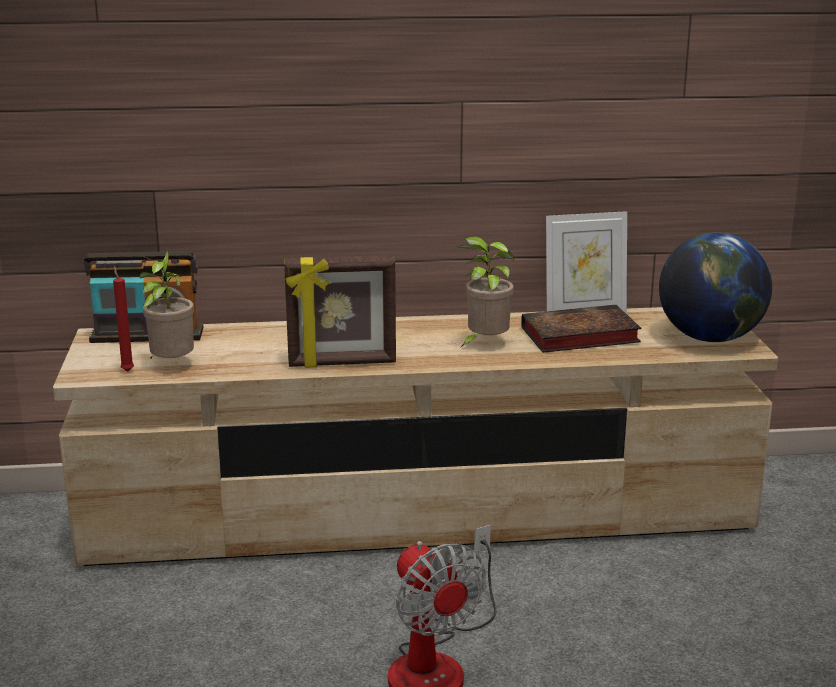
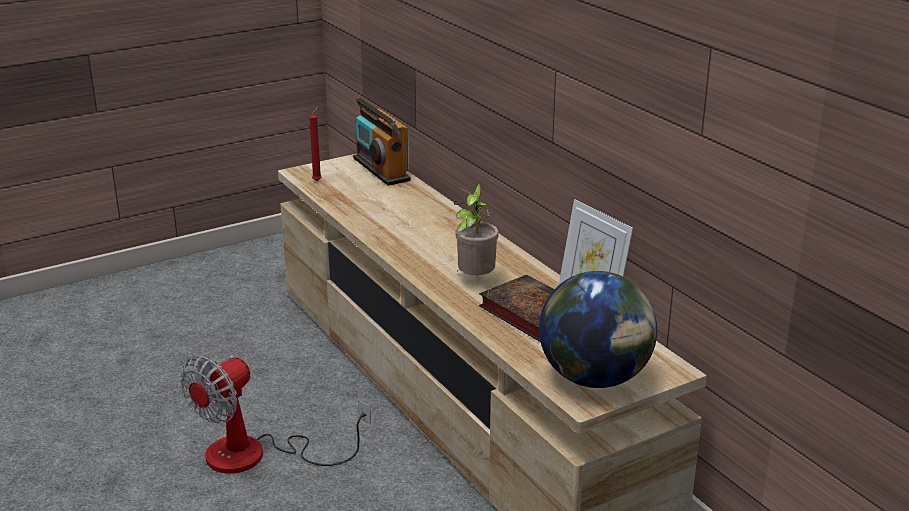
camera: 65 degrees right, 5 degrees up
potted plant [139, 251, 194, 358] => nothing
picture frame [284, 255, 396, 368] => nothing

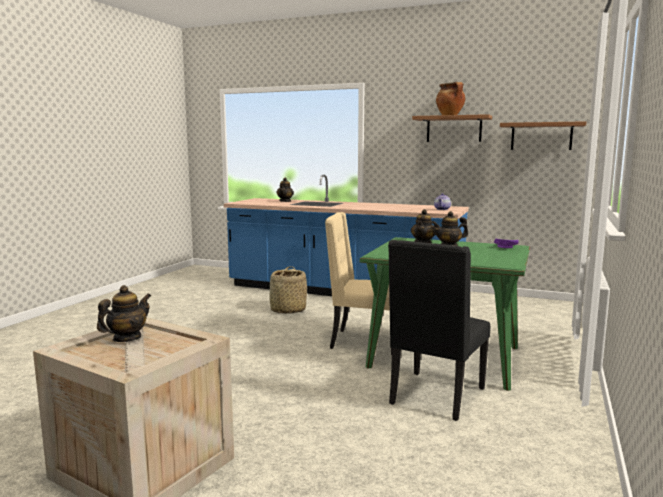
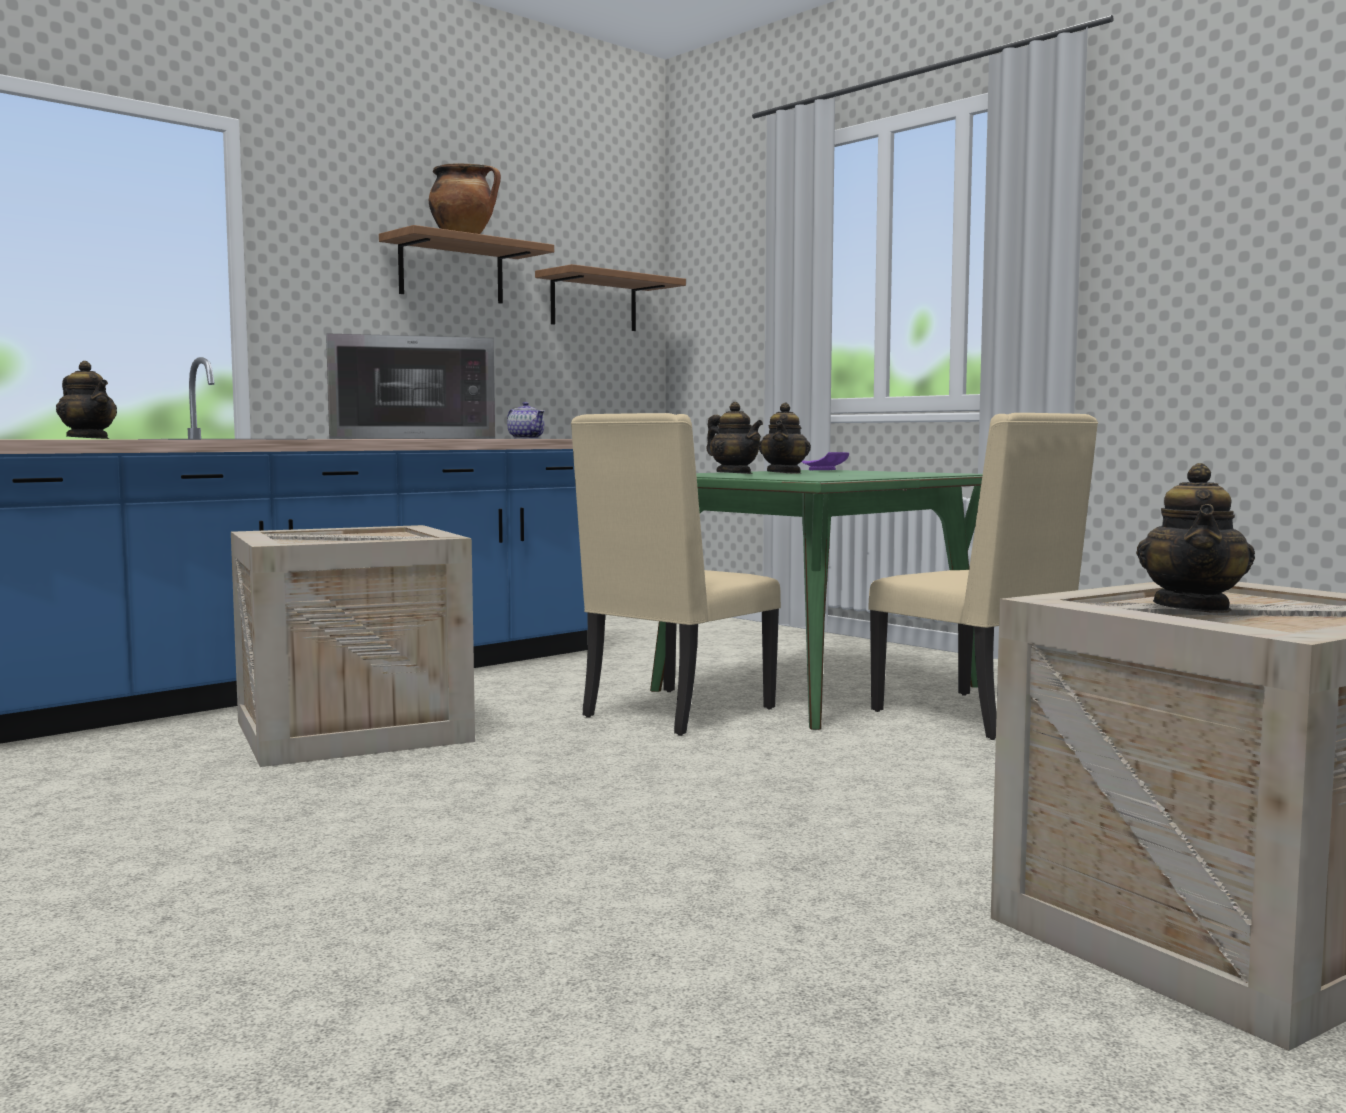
camera: 65 degrees left, 5 degrees down
teapot [97, 285, 151, 342] => teapot [1136, 463, 1255, 613], 135 degrees counterclockwise
basket [270, 266, 307, 314] => crate [231, 525, 475, 767]
black chair [388, 240, 490, 421] => beige chair [868, 413, 1098, 740]
nothing => microwave [326, 333, 495, 439]

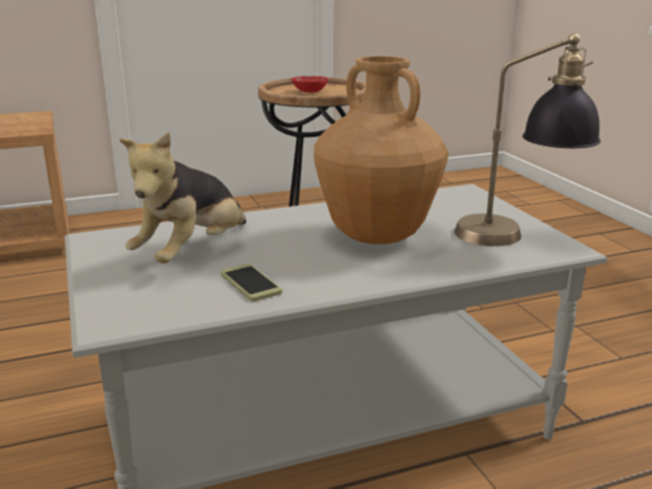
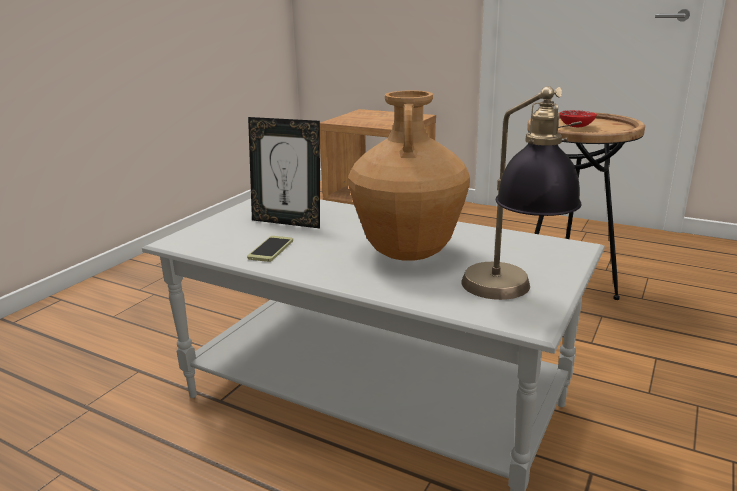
camera: 50 degrees right, 0 degrees up
plush toy [119, 132, 246, 263] => picture frame [248, 117, 320, 228]

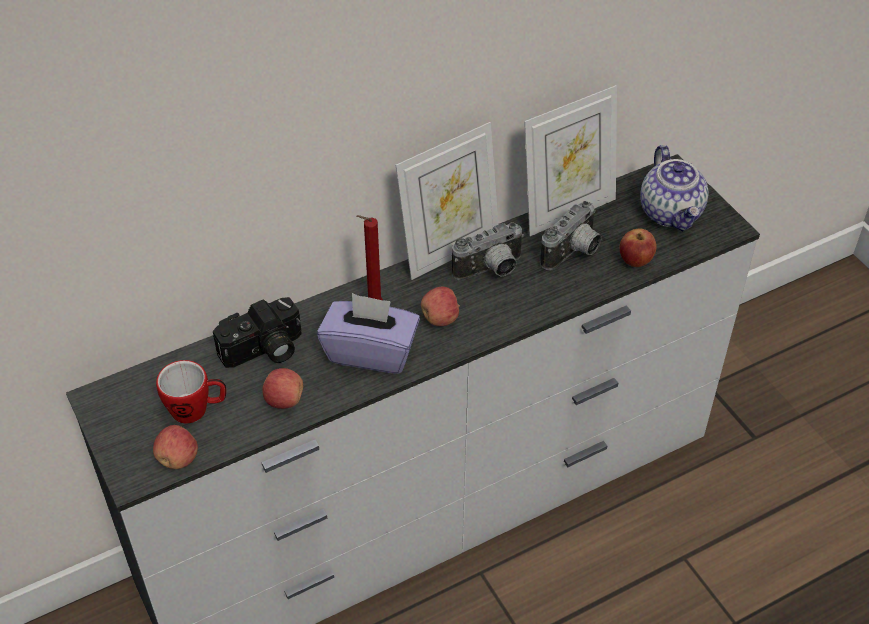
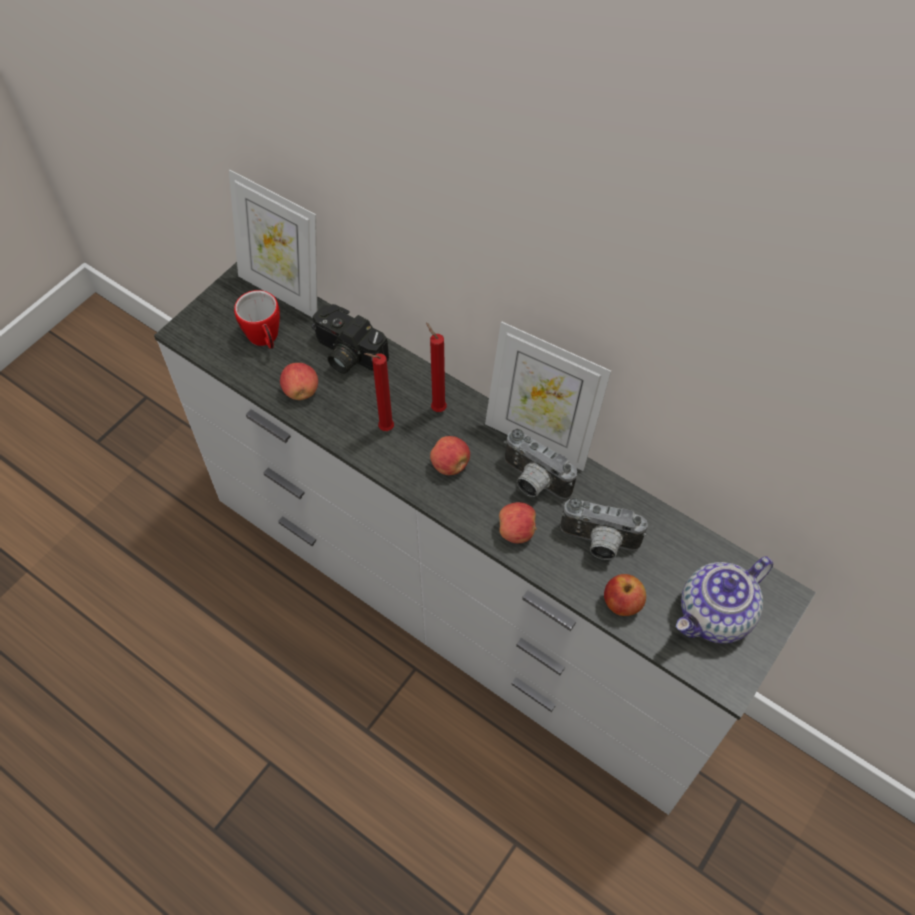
camera: 65 degrees right, 10 degrees up
apple [153, 425, 198, 469] => apple [499, 502, 537, 543], moved
purple tissue box [317, 293, 420, 374] => red candle [364, 353, 394, 431]
picture frame [524, 85, 617, 236] => picture frame [229, 170, 317, 318], moved

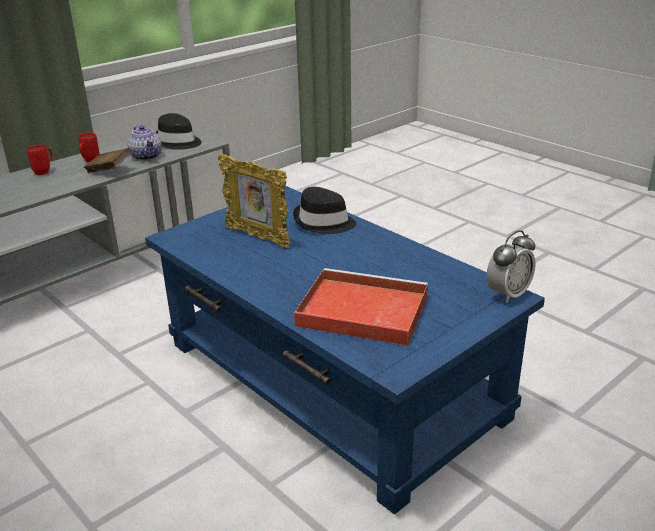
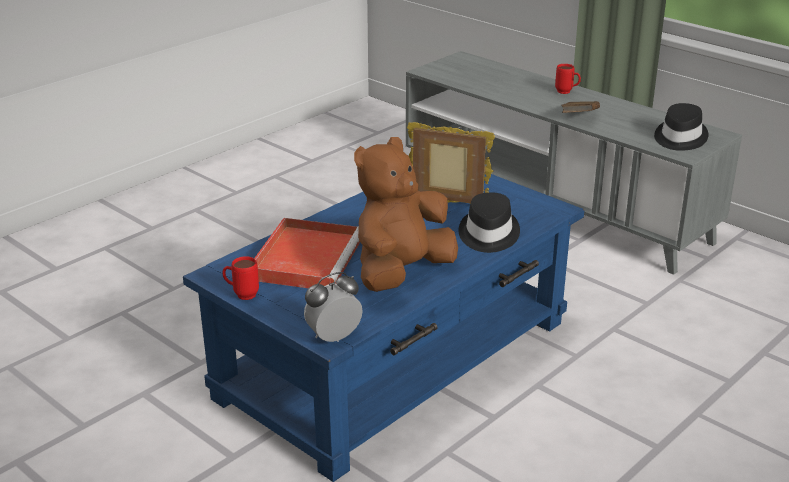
camera: 85 degrees right, 0 degrees up
red mug [78, 133, 100, 162] => red mug [222, 256, 259, 300], moved
teapot [127, 125, 162, 161] => nothing
picture frame [218, 154, 291, 248] => picture frame [407, 122, 495, 204], 75 degrees clockwise
alarm clock [487, 230, 535, 303] => alarm clock [304, 272, 363, 342], 105 degrees clockwise
nothing => brown plush toy [354, 137, 458, 292]

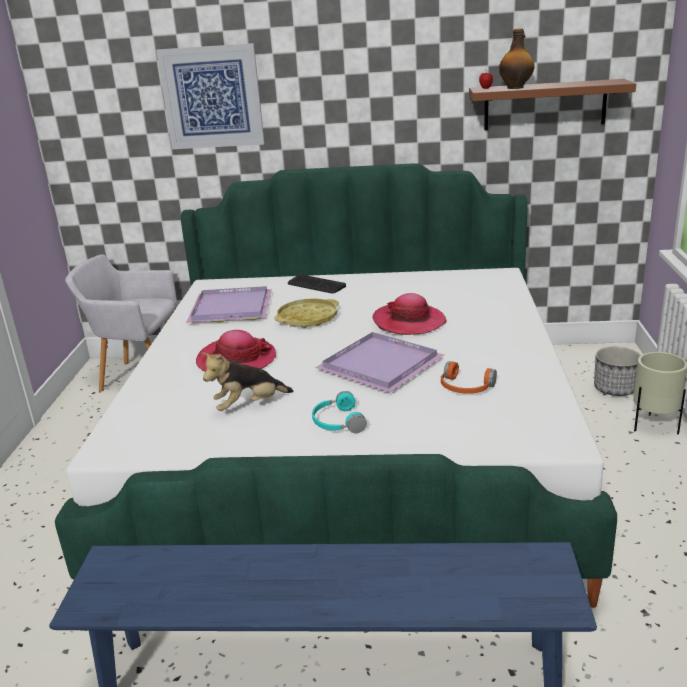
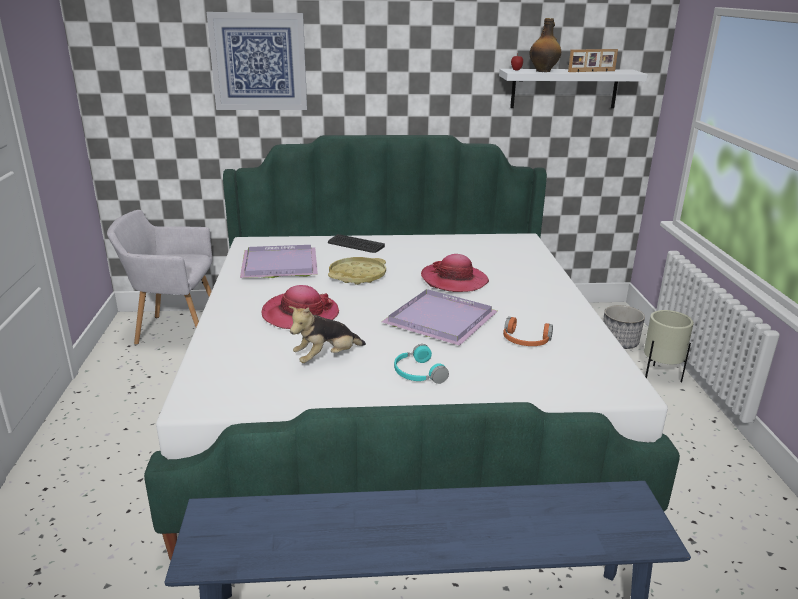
camera: 10 degrees left, 0 degrees up
brown shelf [469, 79, 636, 130] => white shelf [499, 69, 648, 108]
nothing => picture frame [568, 49, 618, 72]

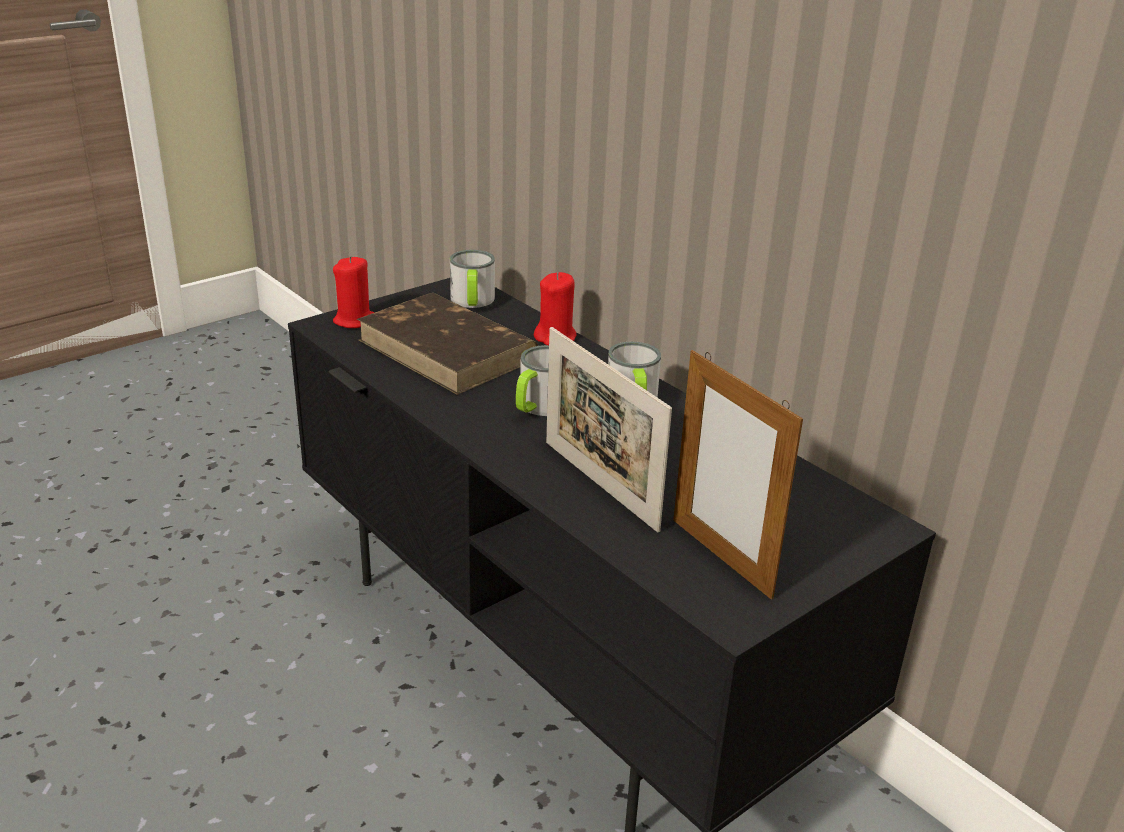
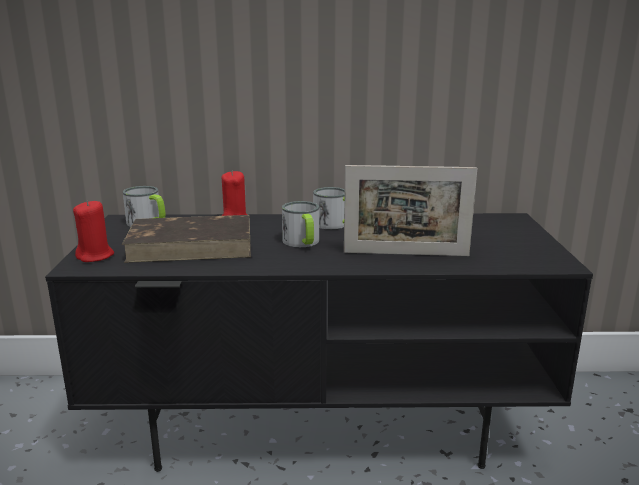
camera: 50 degrees left, 10 degrees down
picture frame [673, 350, 803, 600] => nothing

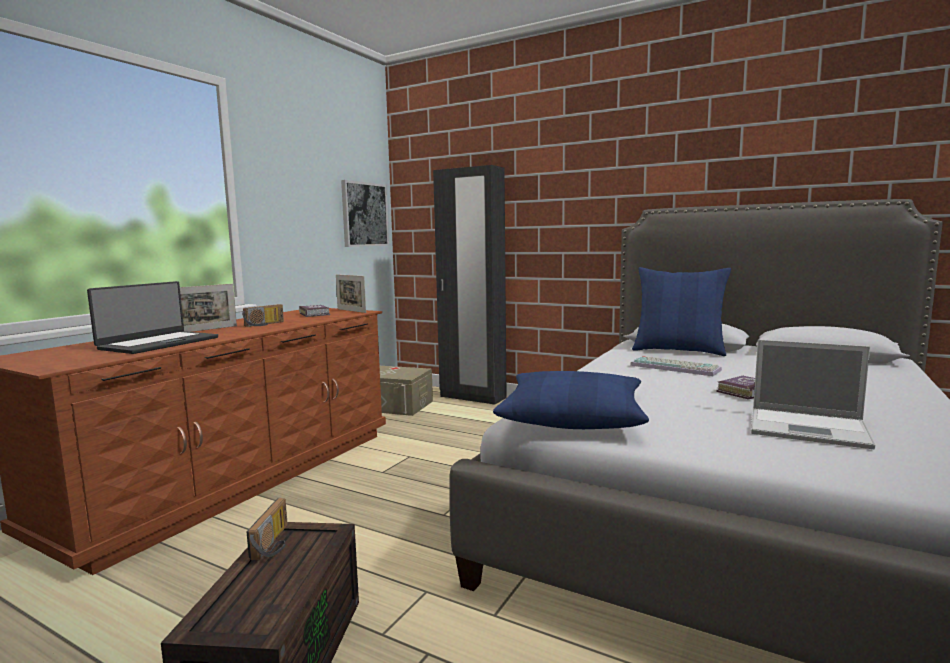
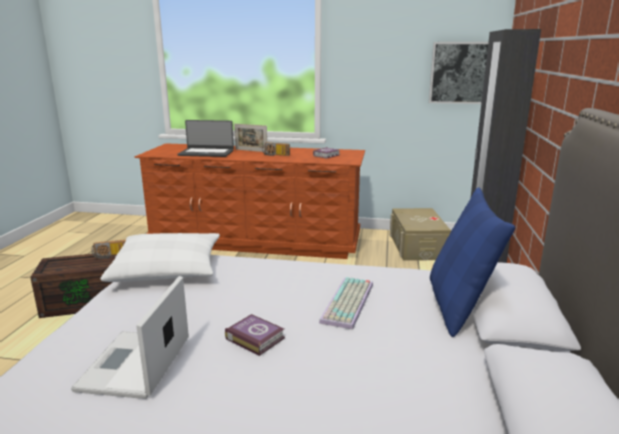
camera: 70 degrees right, 10 degrees up
picture frame [336, 274, 366, 313] => nothing
blue pillow [493, 371, 649, 429] => white pillow [101, 233, 220, 282]

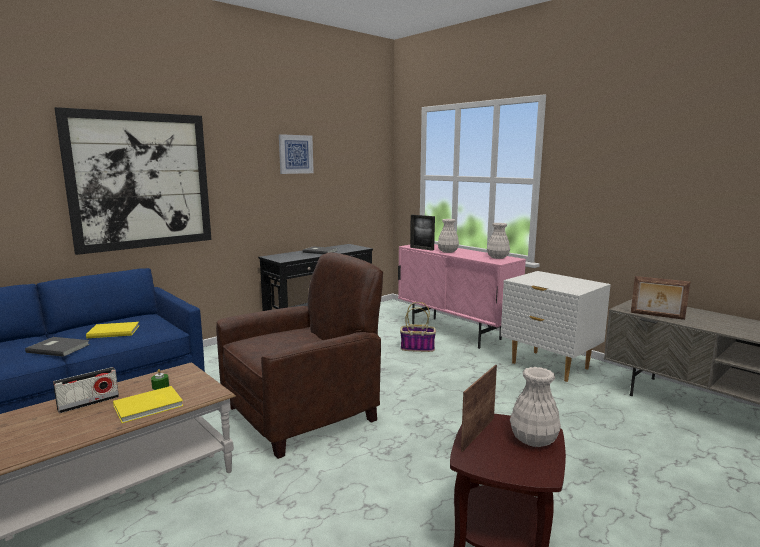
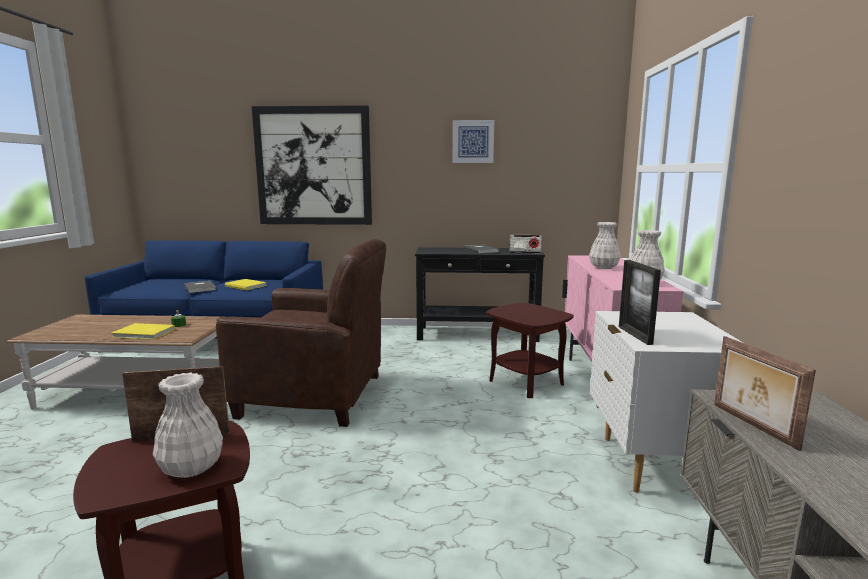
camera: 45 degrees right, 0 degrees up
radio [53, 367, 119, 413] => radio [509, 235, 542, 253], moved
basket [400, 302, 436, 352] => brown side table [486, 303, 574, 398]
picture frame [410, 215, 435, 251] => picture frame [619, 260, 661, 345], moved

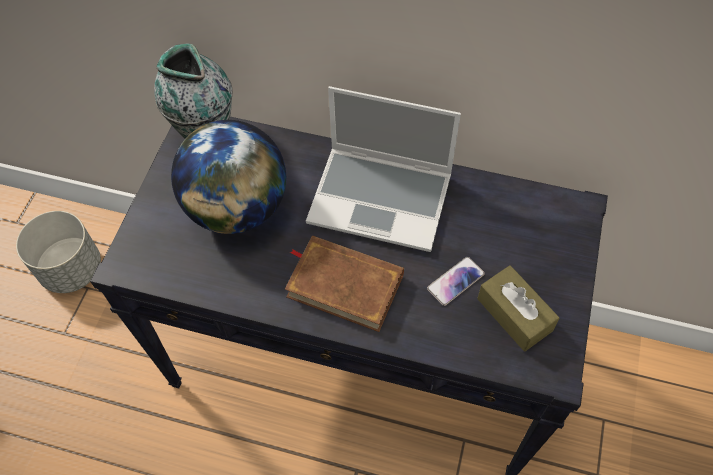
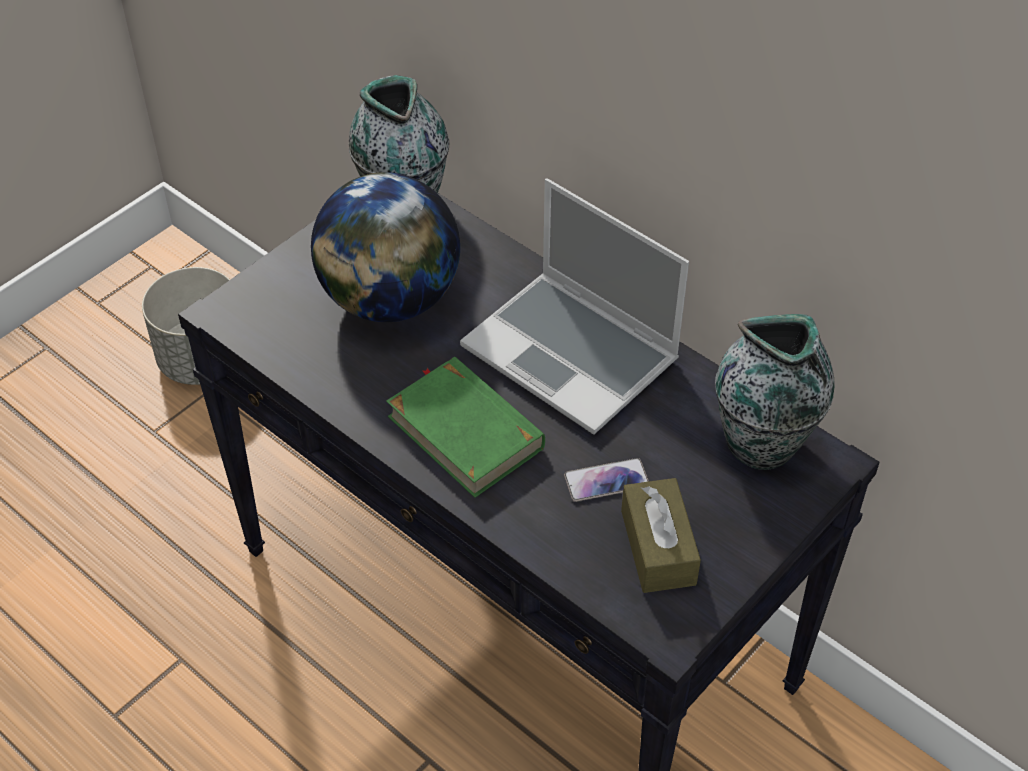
camera: 25 degrees right, 10 degrees down
brown book [285, 236, 404, 332] => green book [386, 357, 545, 498]
nothing => vase [715, 314, 834, 470]

